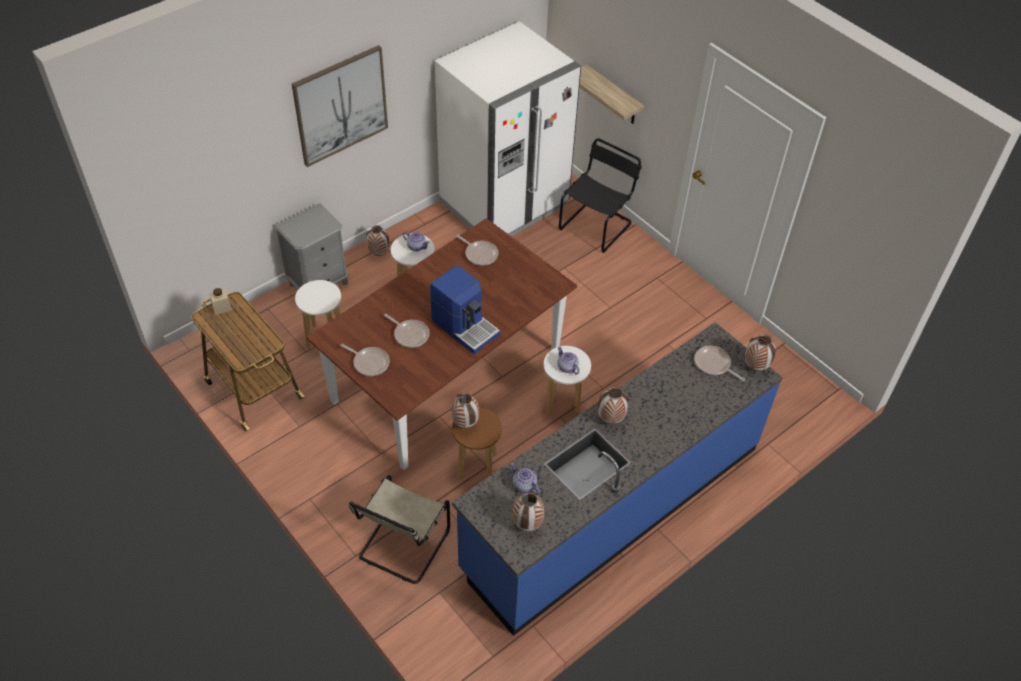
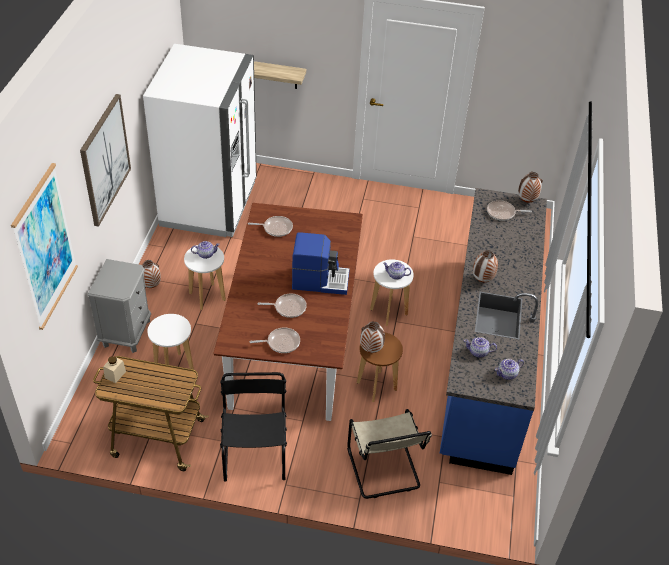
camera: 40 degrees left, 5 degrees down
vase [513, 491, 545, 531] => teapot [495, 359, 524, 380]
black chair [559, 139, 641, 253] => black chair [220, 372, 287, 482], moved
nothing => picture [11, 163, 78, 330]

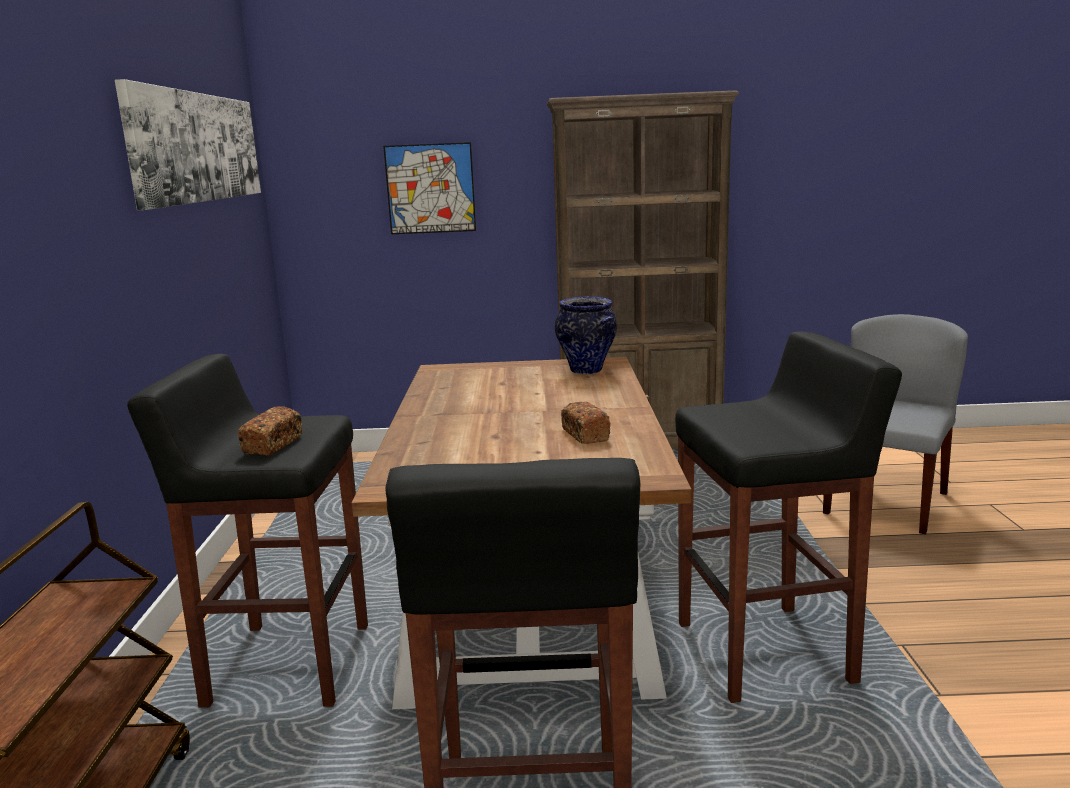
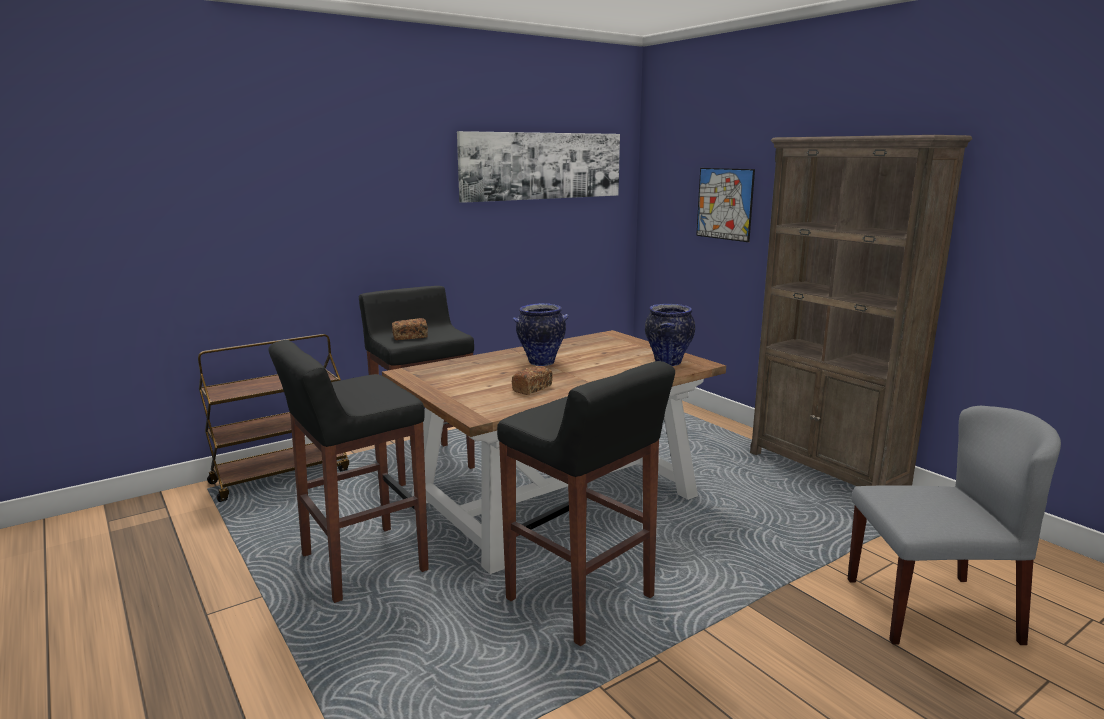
camera: 55 degrees right, 0 degrees up
nothing => vase [513, 303, 568, 366]

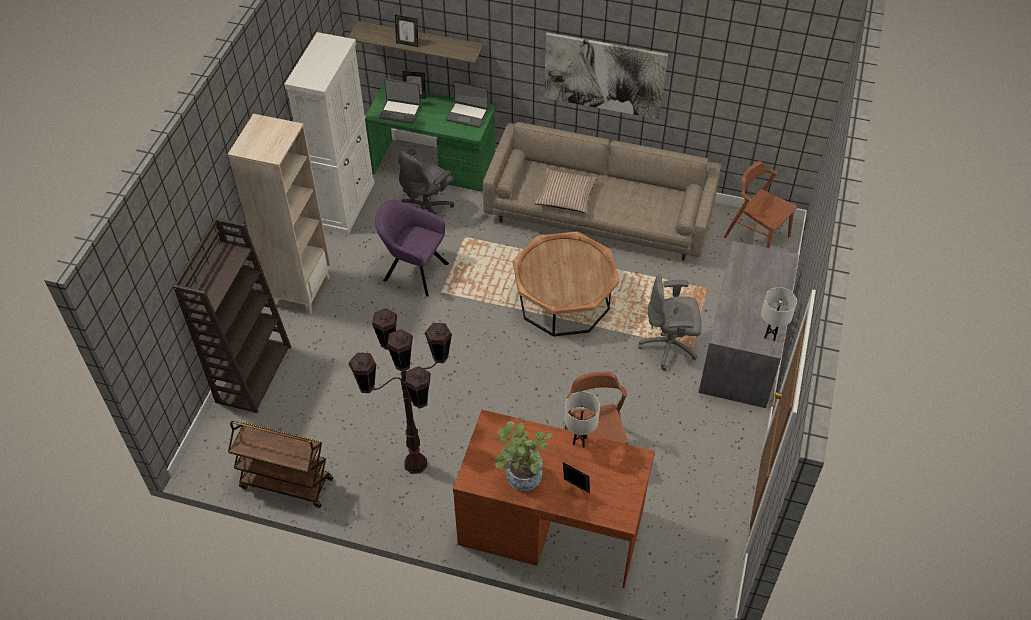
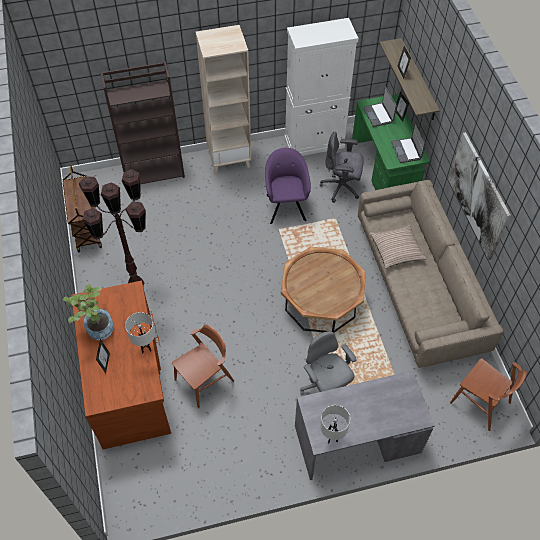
camera: 60 degrees right, 5 degrees up
brown chair [724, 161, 797, 248] => brown chair [450, 358, 527, 431], 120 degrees clockwise

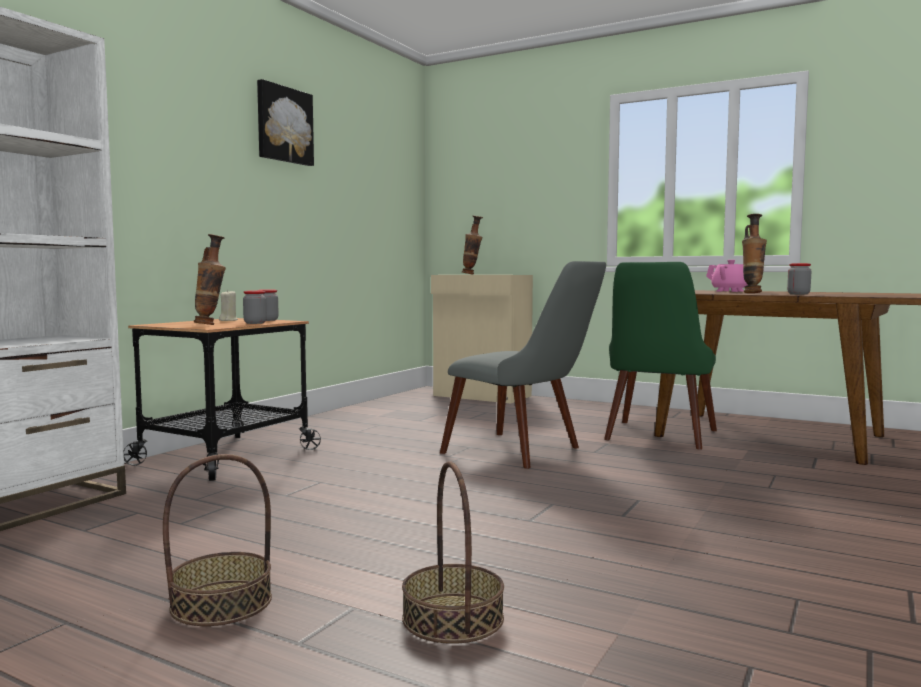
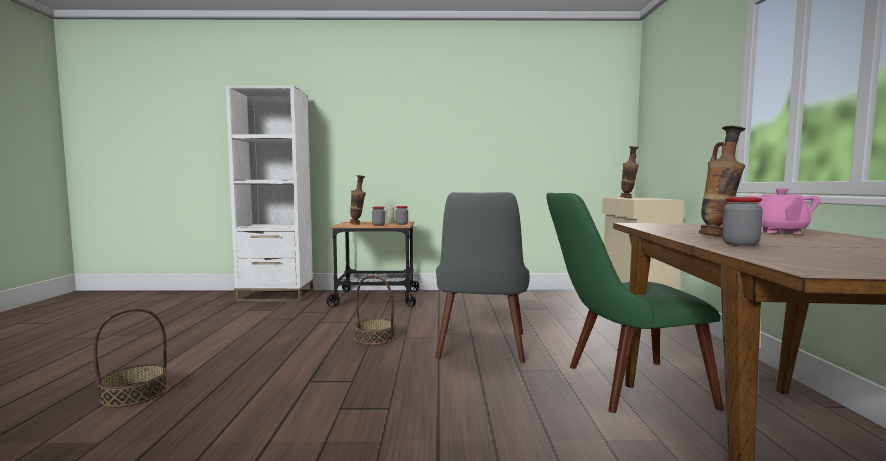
camera: 60 degrees right, 0 degrees up
basket [163, 454, 272, 626] => basket [354, 275, 396, 345], moved
picture [257, 79, 314, 166] => nothing

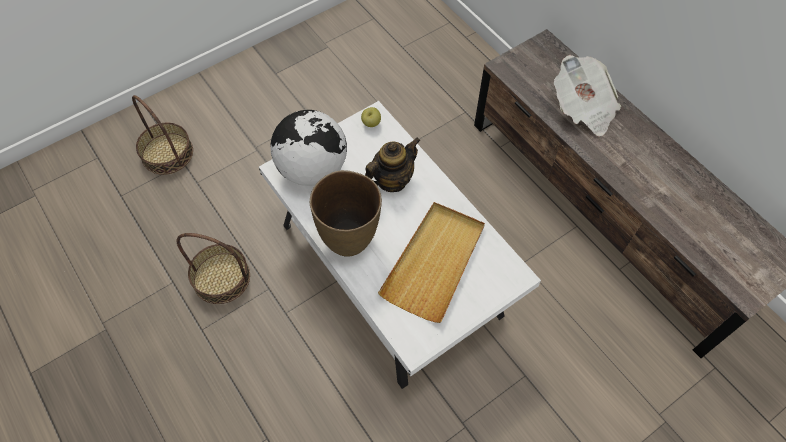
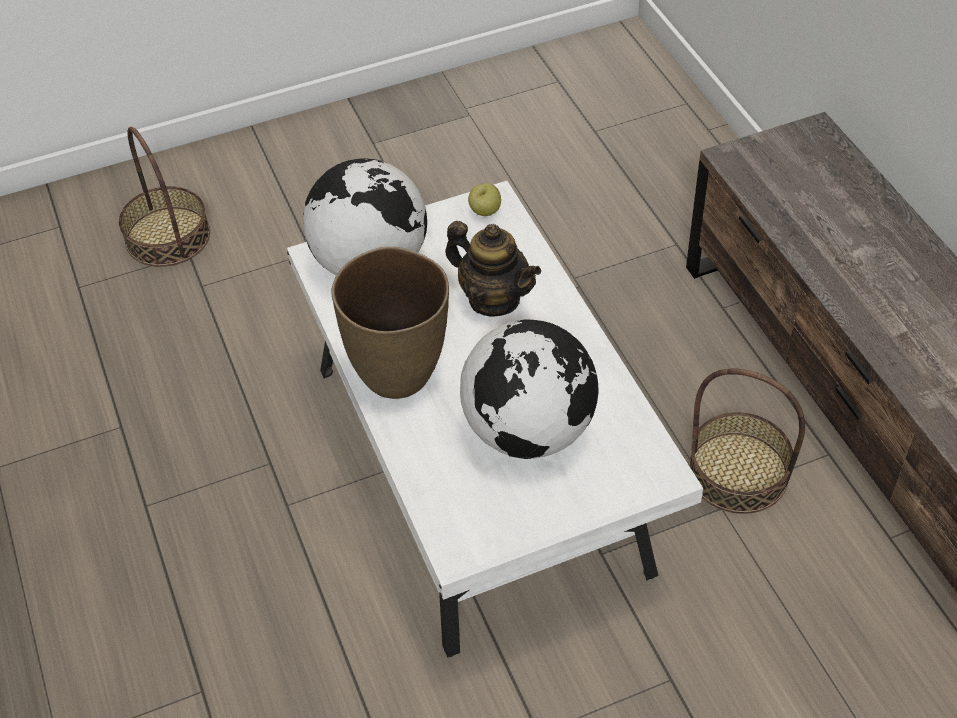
camera: 15 degrees right, 10 degrees down
basket [177, 233, 250, 304] => basket [689, 368, 805, 514], moved
teapot [365, 137, 420, 192] => teapot [445, 221, 541, 317], 60 degrees clockwise
beige tray [378, 202, 485, 323] => globe [460, 320, 599, 459]
newspaper [554, 55, 621, 136] => nothing

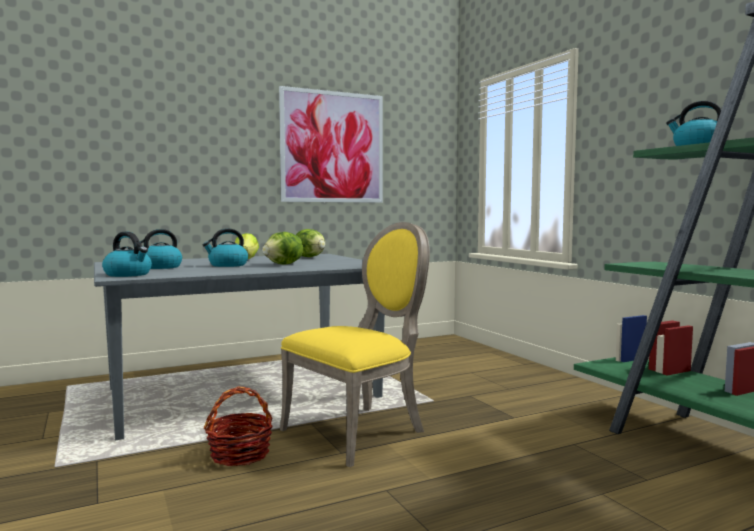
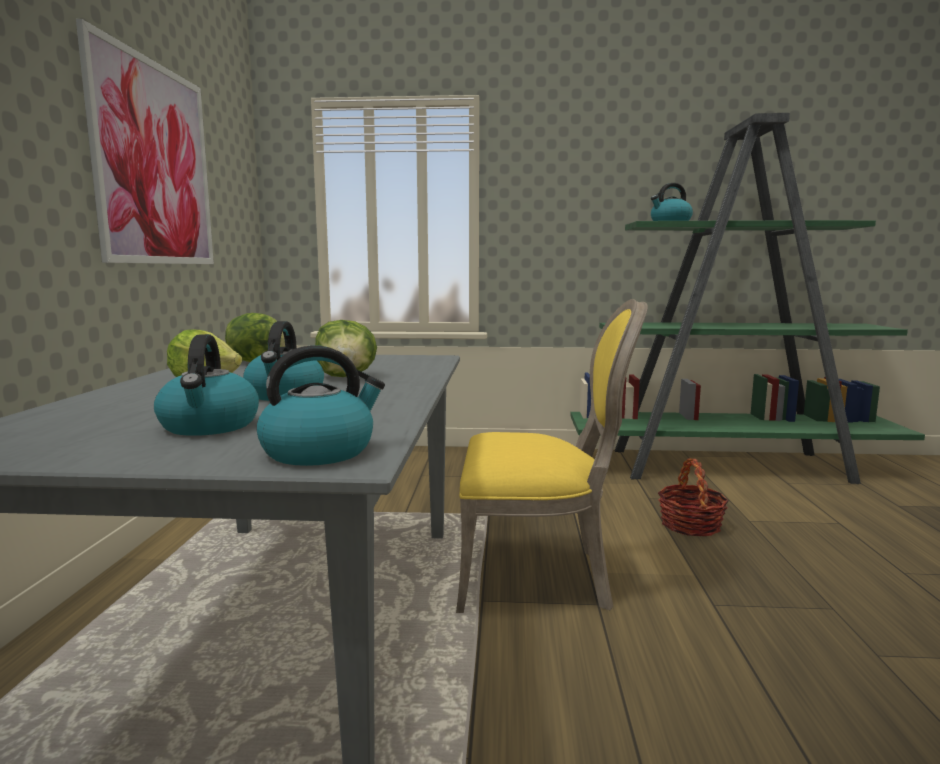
camera: 60 degrees left, 5 degrees up
basket [204, 387, 273, 466] => basket [658, 458, 729, 536], moved
yellow chair [280, 222, 430, 467] => yellow chair [456, 299, 648, 613], 105 degrees clockwise

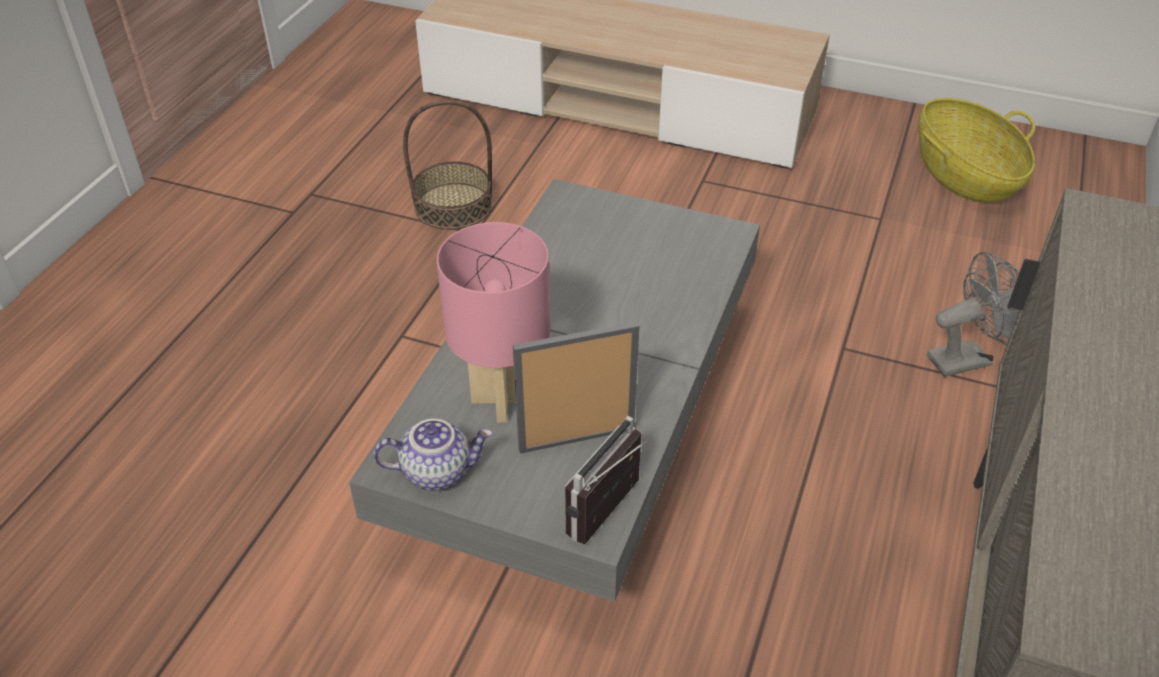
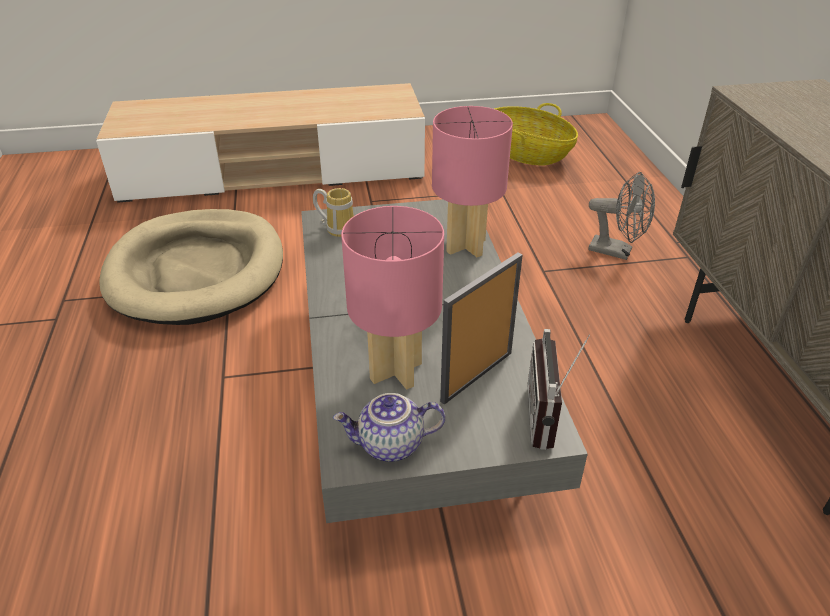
camera: 30 degrees left, 5 degrees down
teapot [373, 419, 493, 490] => teapot [333, 393, 445, 462], 150 degrees counterclockwise
basket [403, 100, 492, 230] => beige dog bed [99, 209, 283, 325]
grey fan [927, 252, 1020, 377] => grey fan [588, 172, 655, 260], 75 degrees clockwise
nothing => mug [313, 188, 354, 237]
nothing => pink table lamp [432, 106, 513, 257]

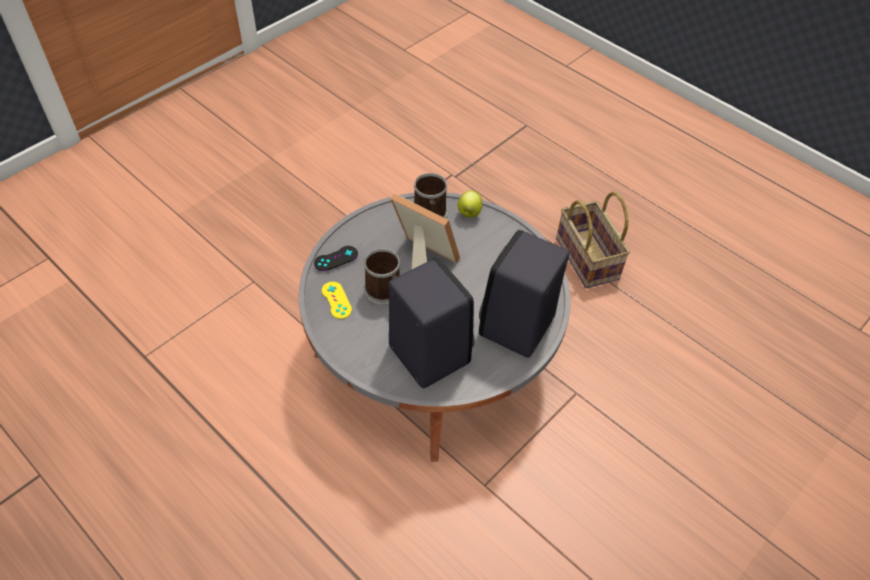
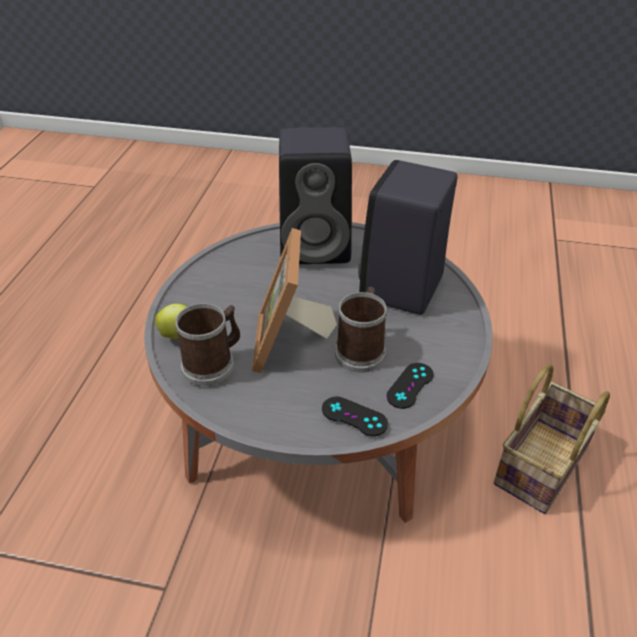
camera: 120 degrees left, 10 degrees down
yellow game controller [322, 282, 352, 319] => black game controller [386, 363, 434, 409]
basket [556, 192, 630, 288] => basket [494, 364, 610, 514], moved

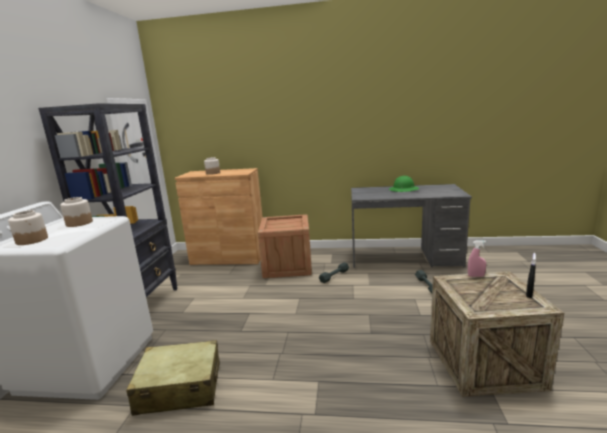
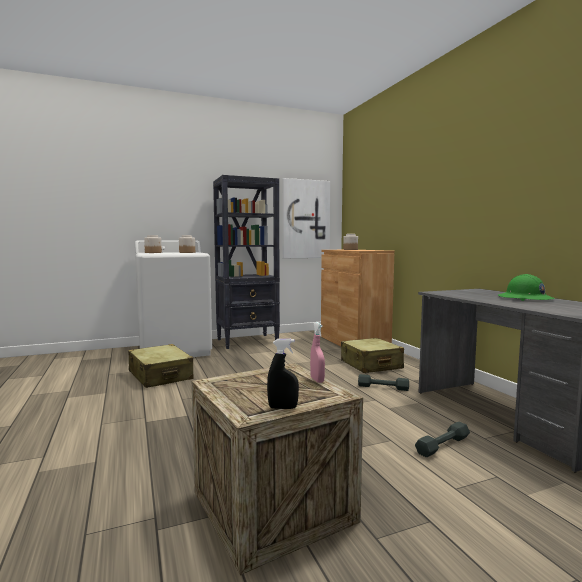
camera: 60 degrees right, 10 degrees down
crate [258, 214, 312, 278] => beige suitcase [341, 338, 404, 373]

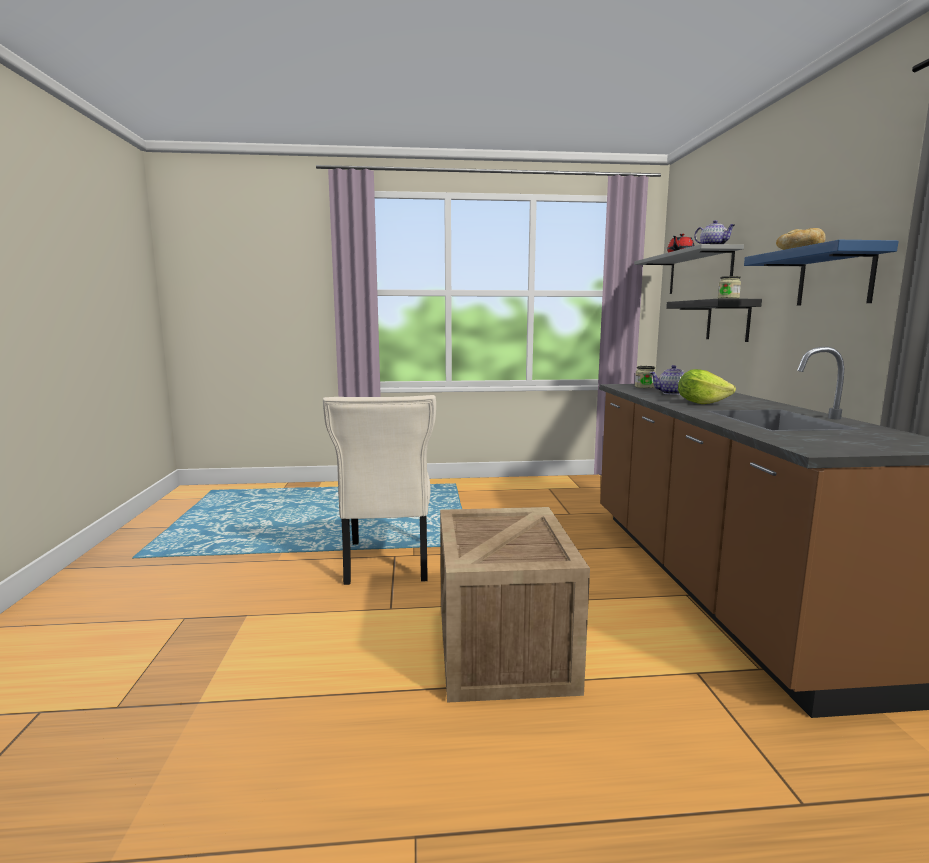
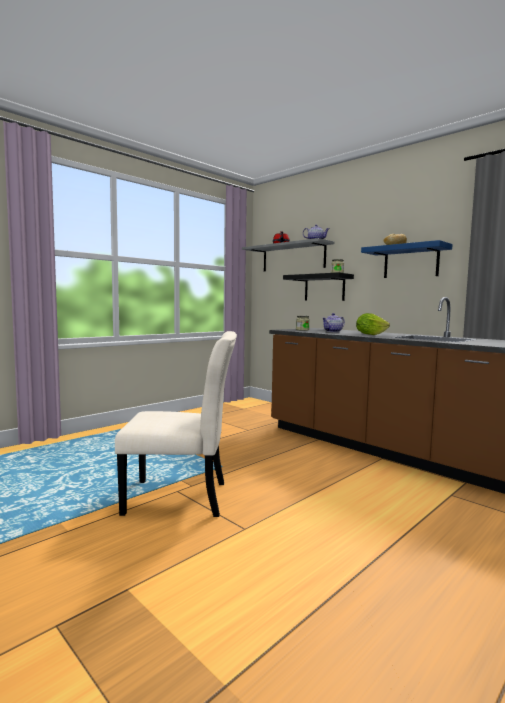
camera: 40 degrees left, 5 degrees down
beige chair [323, 395, 436, 585] => beige chair [115, 331, 237, 517], 45 degrees counterclockwise
crate [440, 507, 590, 703] => nothing

